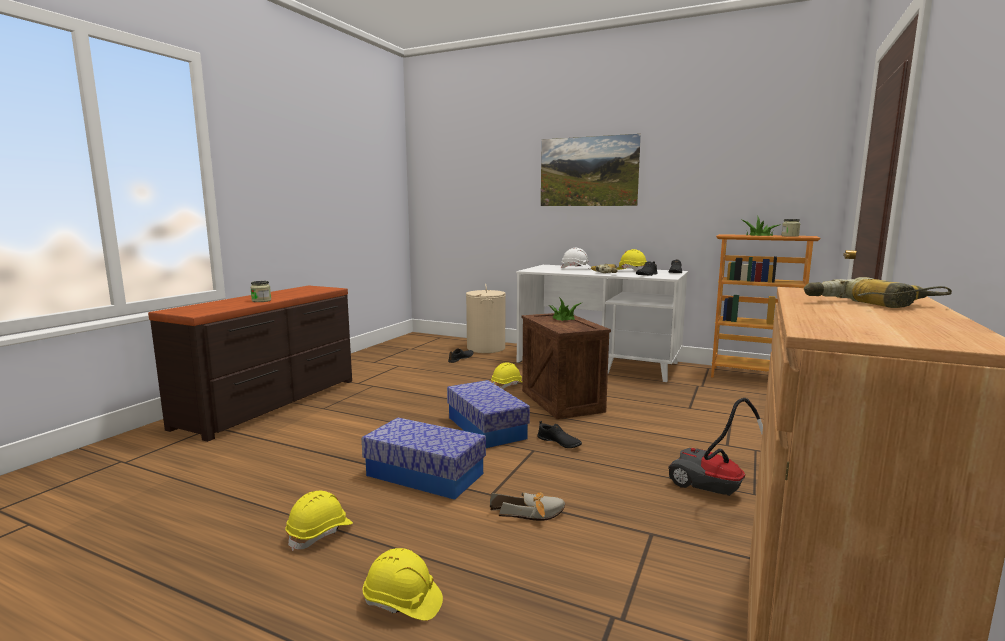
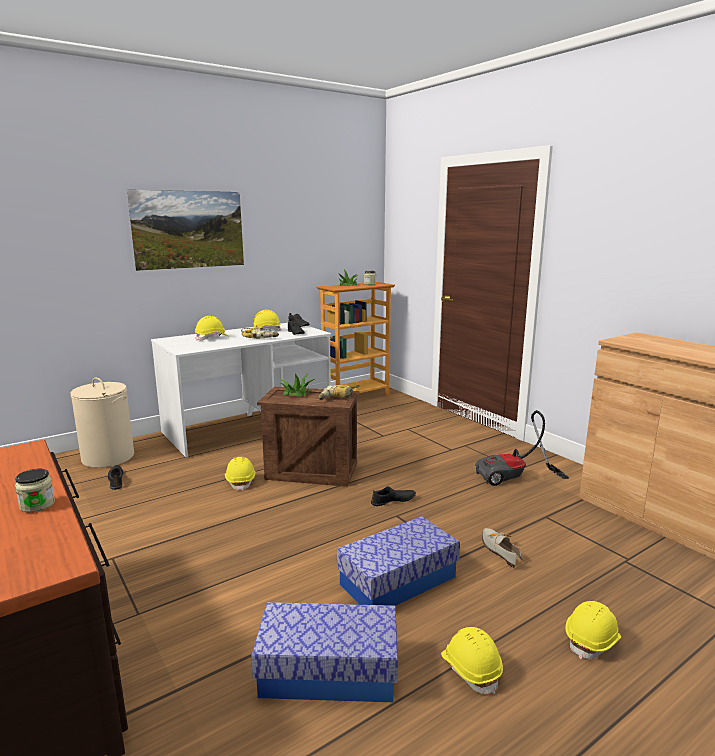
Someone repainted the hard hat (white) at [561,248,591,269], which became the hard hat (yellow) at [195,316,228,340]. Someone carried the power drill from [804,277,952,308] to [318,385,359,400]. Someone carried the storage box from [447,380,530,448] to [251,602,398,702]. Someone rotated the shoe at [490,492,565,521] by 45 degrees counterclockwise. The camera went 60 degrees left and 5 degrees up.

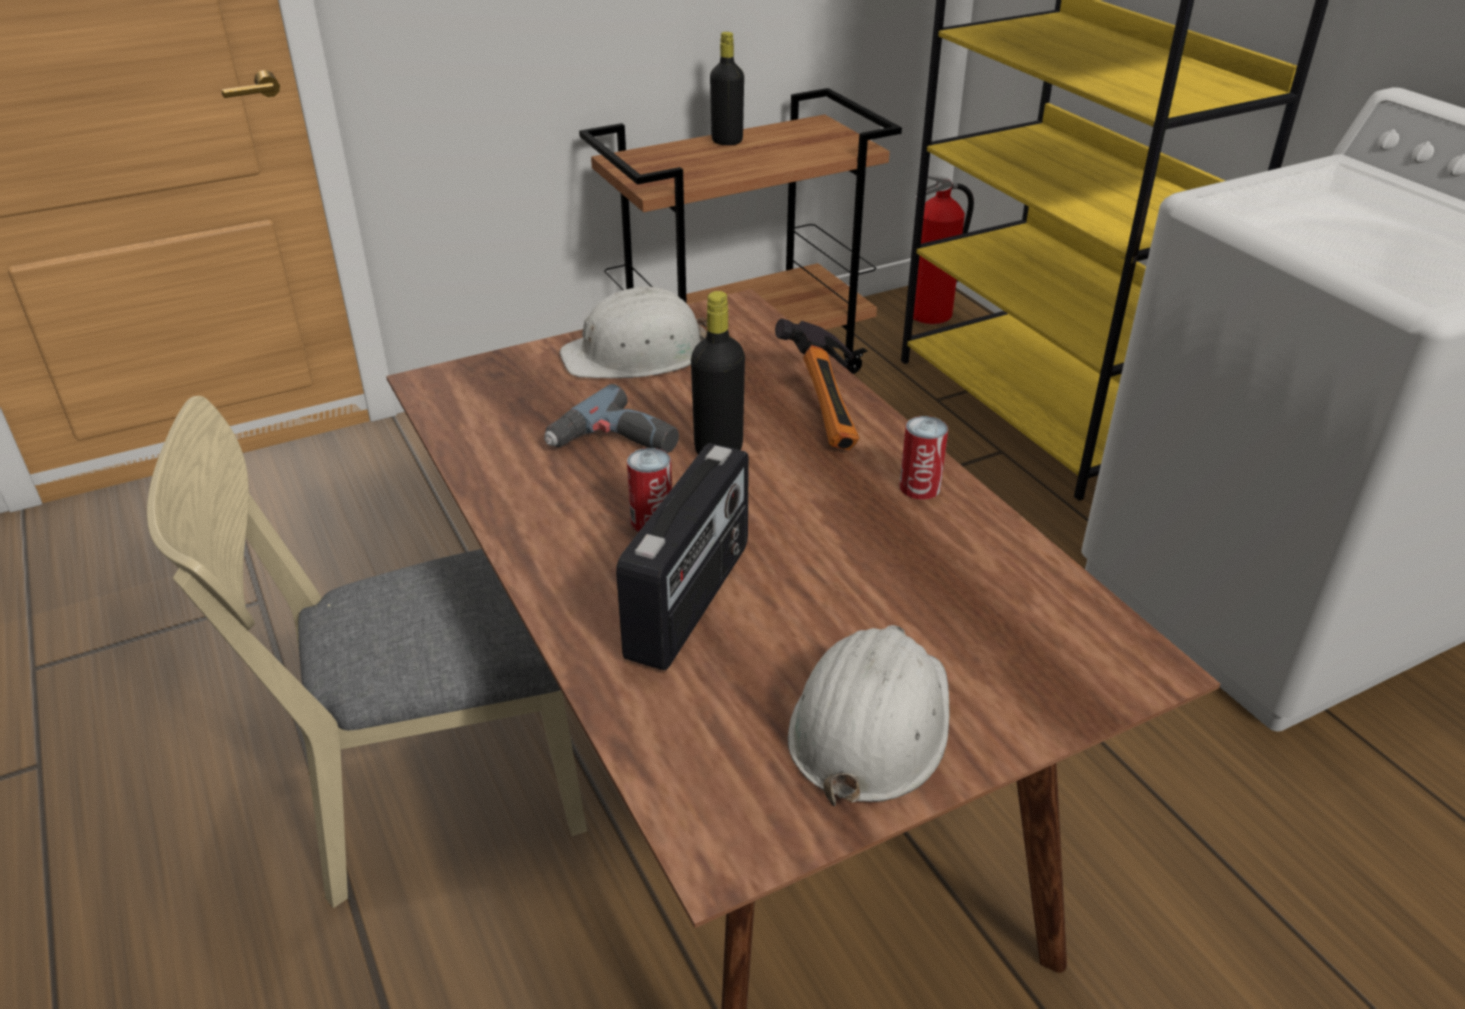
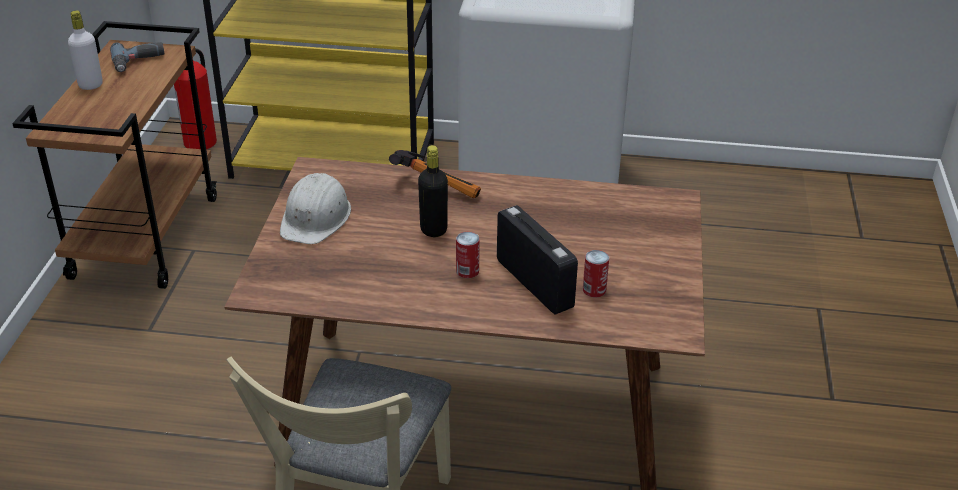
Someone repainted the bottle (black) at [710,32,744,145], which became the bottle (white) at [68,11,103,90]. Someone carried the power drill from [544,384,679,453] to [110,42,165,72]. Someone carried the can from [899,416,948,500] to [583,250,609,297]. Someone took away the hard hat (white) at [788,625,950,807]. The camera went 55 degrees left and 0 degrees up.

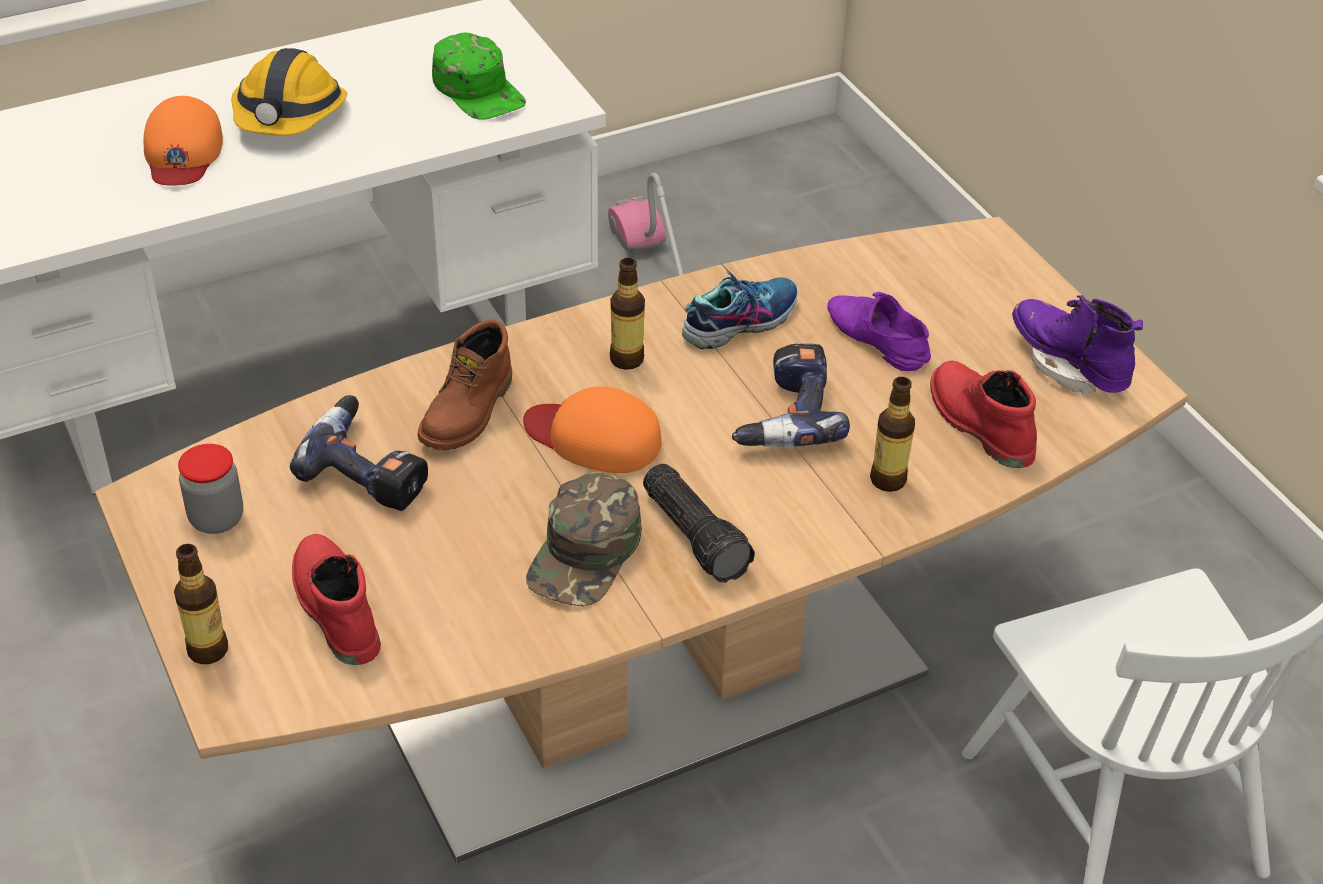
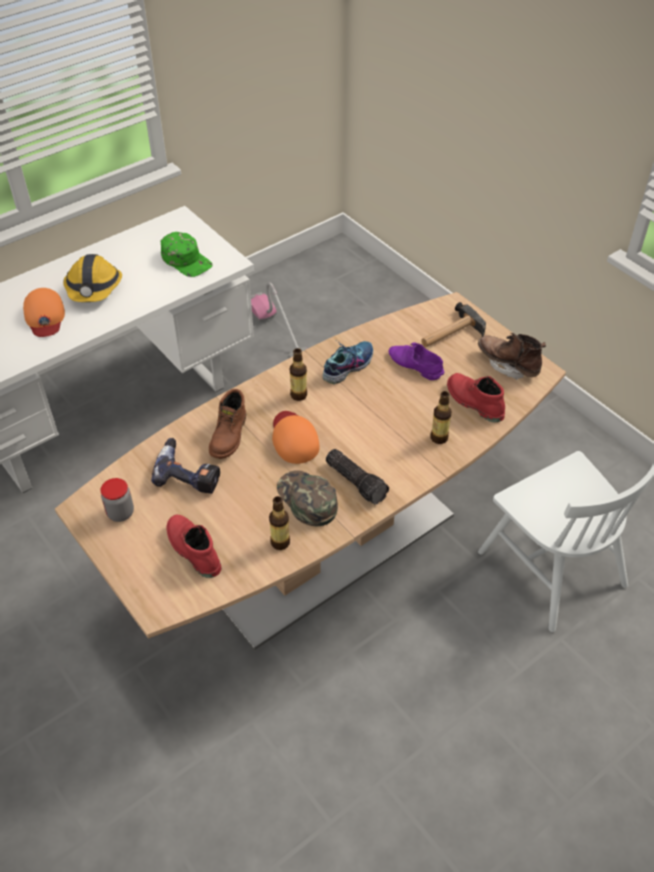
Someone repainted the boot (purple) at [1012,295,1143,395], which became the boot (brown) at [478,333,546,380]. Someone took away the power drill at [732,344,850,448]. Someone rotated the cap (orange) at [523,386,662,473] by 60 degrees clockwise. Someone rotated the cap (green) at [526,472,642,606] by 135 degrees clockwise. Someone carried the bottle from [174,544,228,664] to [269,496,290,550]. Someone put down the hammer at [421,302,486,347]. The camera went 10 degrees left and 5 degrees up.

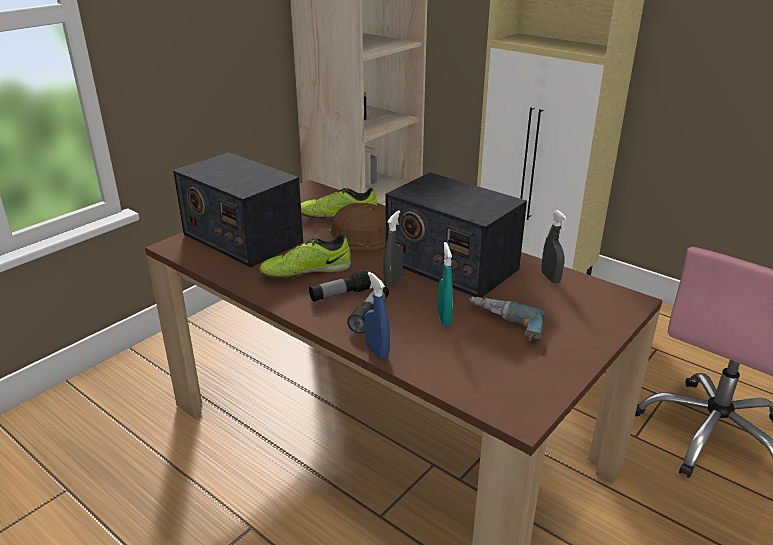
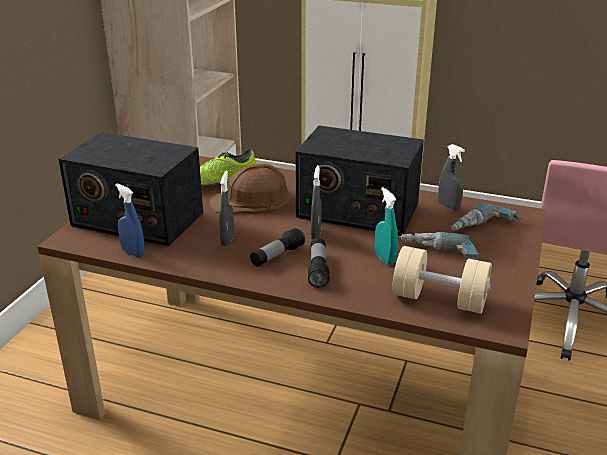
Someone swapped the shoe at [259,234,351,279] for the spray bottle (grey) at [219,171,234,246]. Someone carried the spray bottle (blue) from [364,272,390,360] to [115,183,145,258]. Someone put down the power drill at [451,202,521,231]. Someone put down the dumbbell (beige) at [392,246,492,314]. The camera went 20 degrees left and 0 degrees up.

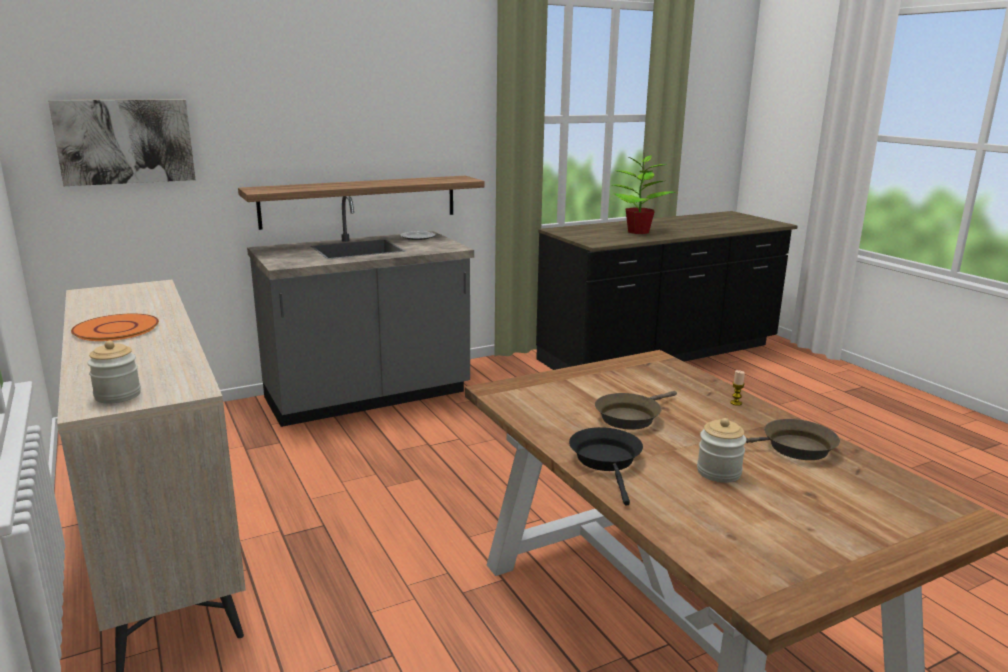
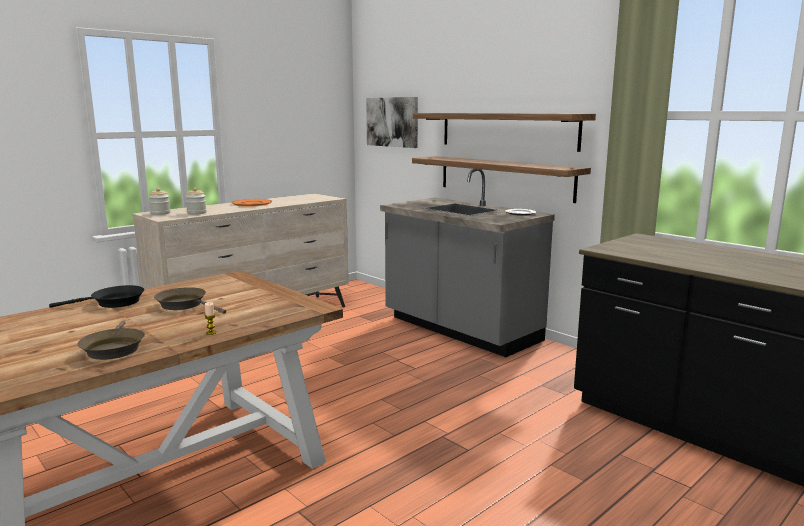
Someone took away the potted plant at [613,155,675,234]. Someone carried the jar from [697,418,746,483] to [186,188,207,215]. Someone put up the shelf at [413,113,596,152]. The camera went 75 degrees right and 5 degrees down.

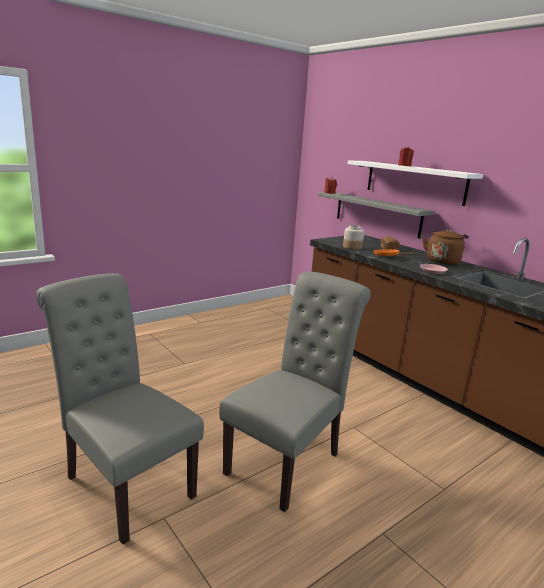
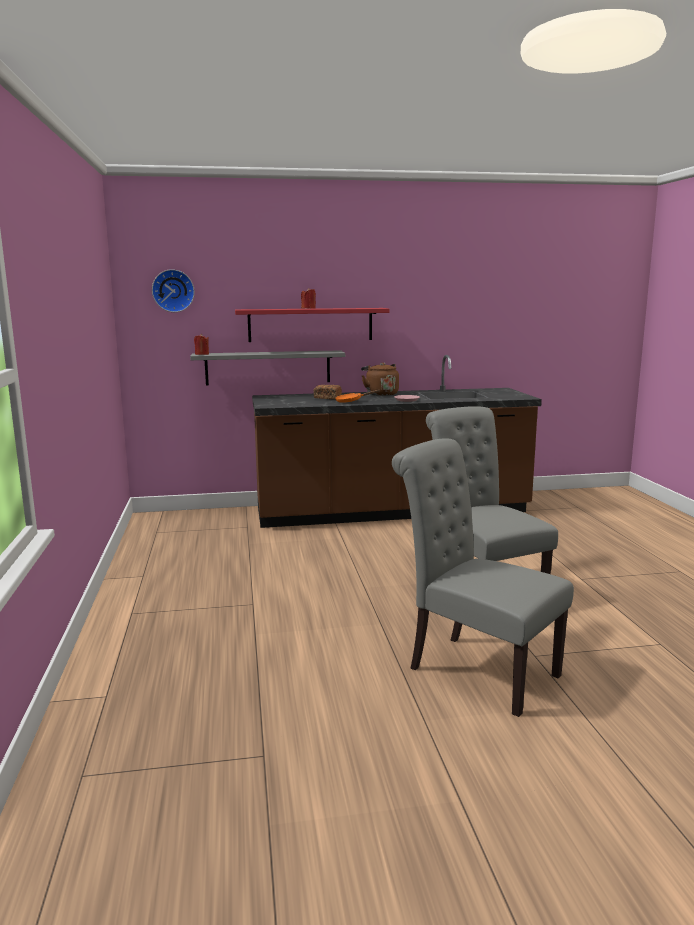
Someone repainted the shelf (white) at [348,160,483,206], which became the shelf (red) at [235,308,389,342]. Someone took away the jar at [343,225,365,250]. Someone rotated the chair (grey) at [36,273,204,544] by 60 degrees clockwise. Someone put up the wall clock at [152,269,195,312]. The camera went 60 degrees left and 5 degrees down.

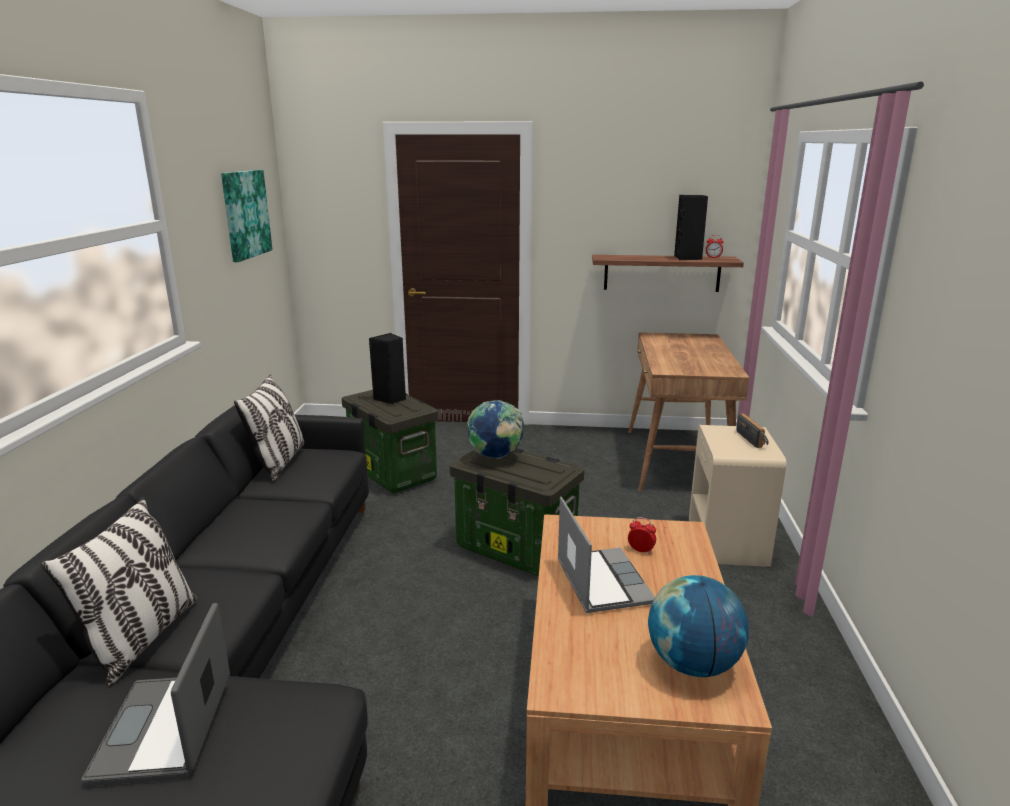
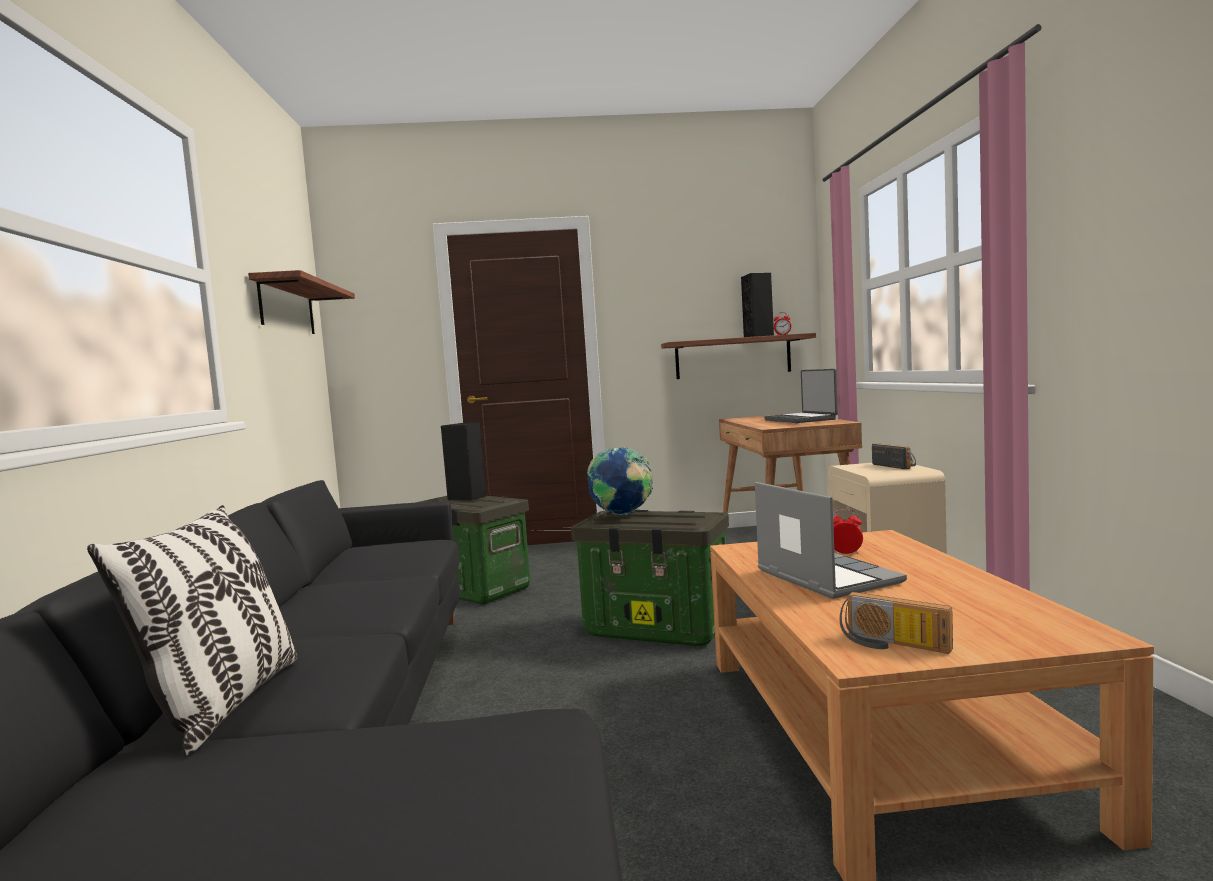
Someone swapped the picture at [221,170,273,262] for the shelf at [248,270,355,334]. Someone took away the pillow at [234,374,304,482]. Someone took away the globe at [648,575,749,677]. Someone carried the laptop from [82,603,230,786] to [764,369,838,423]. Someone put down the radio at [840,592,953,654]. The camera went 10 degrees left and 15 degrees down.

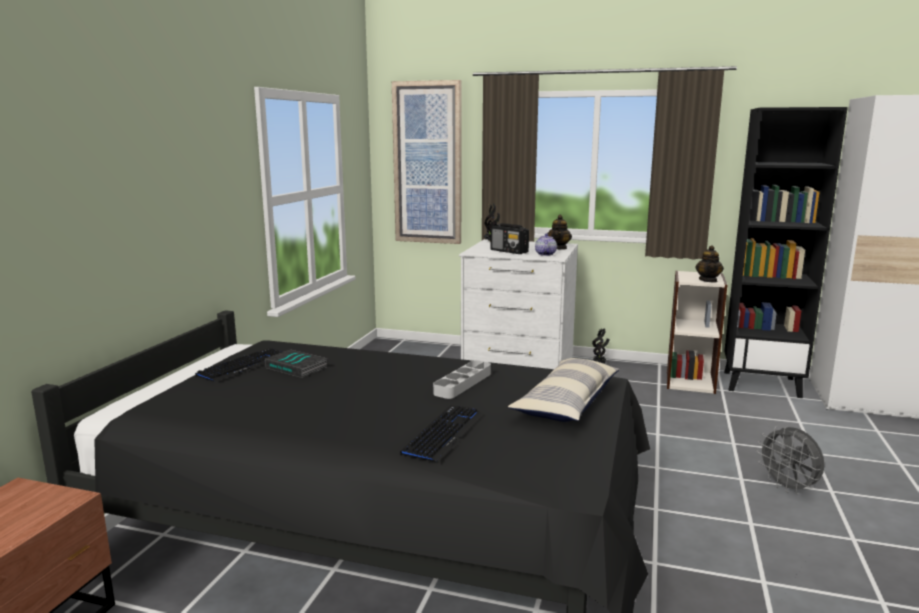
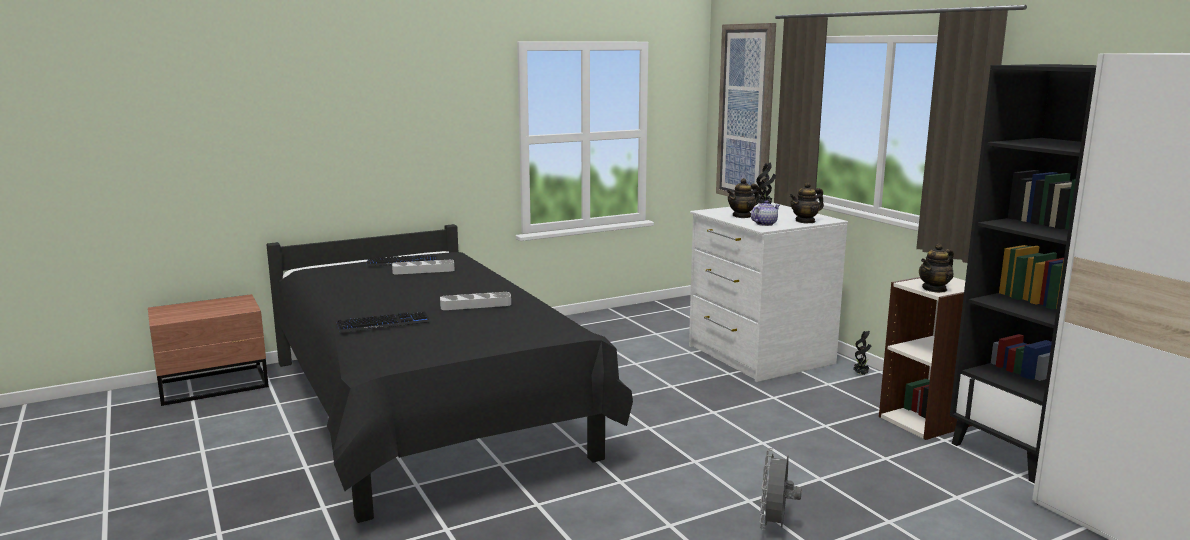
Someone swapped the radio at [490,223,529,254] for the teapot at [727,178,759,218]. Someone swapped the book at [265,349,328,378] for the tray (grey) at [392,260,455,274]. Someone took away the pillow at [508,358,619,422]. The camera went 45 degrees right and 0 degrees up.

